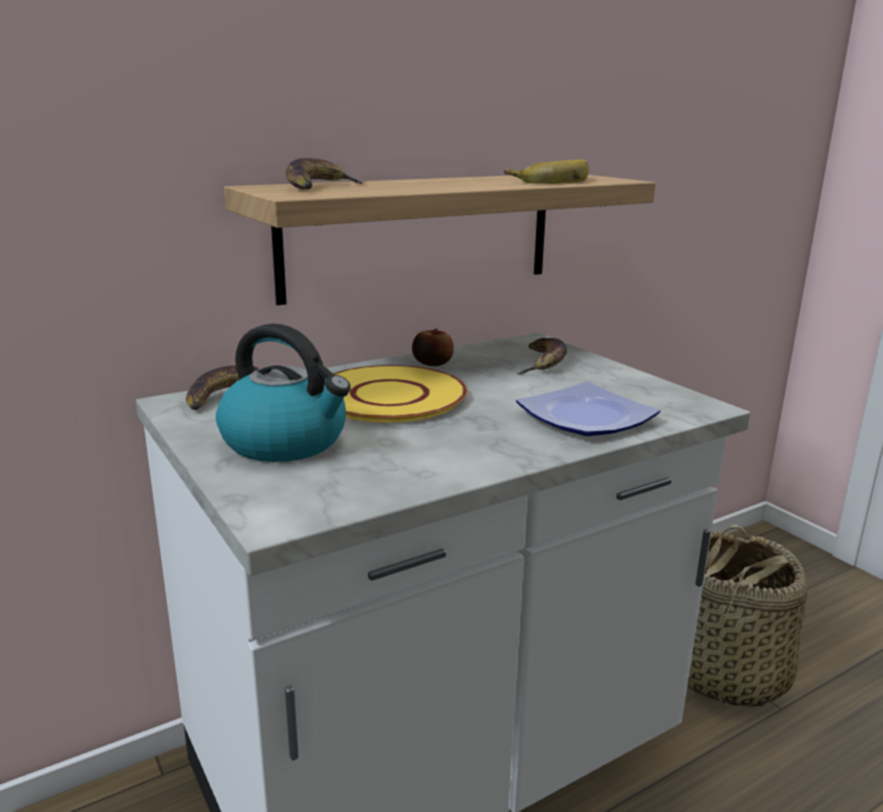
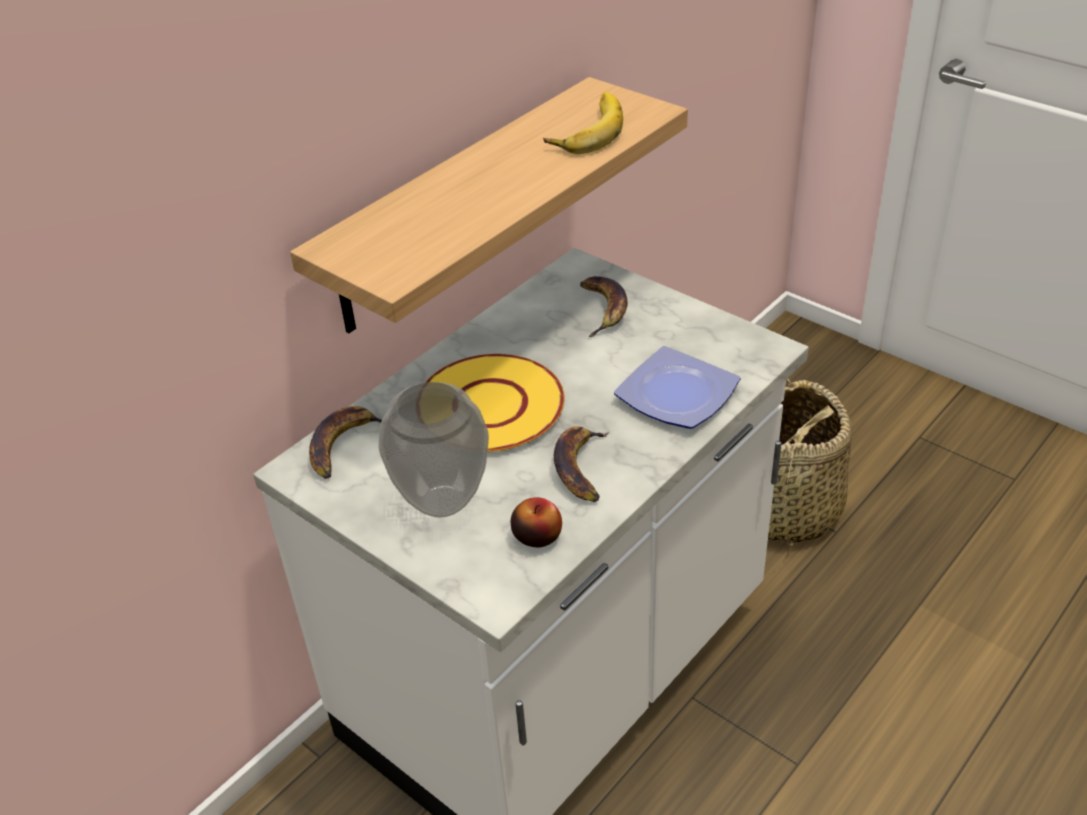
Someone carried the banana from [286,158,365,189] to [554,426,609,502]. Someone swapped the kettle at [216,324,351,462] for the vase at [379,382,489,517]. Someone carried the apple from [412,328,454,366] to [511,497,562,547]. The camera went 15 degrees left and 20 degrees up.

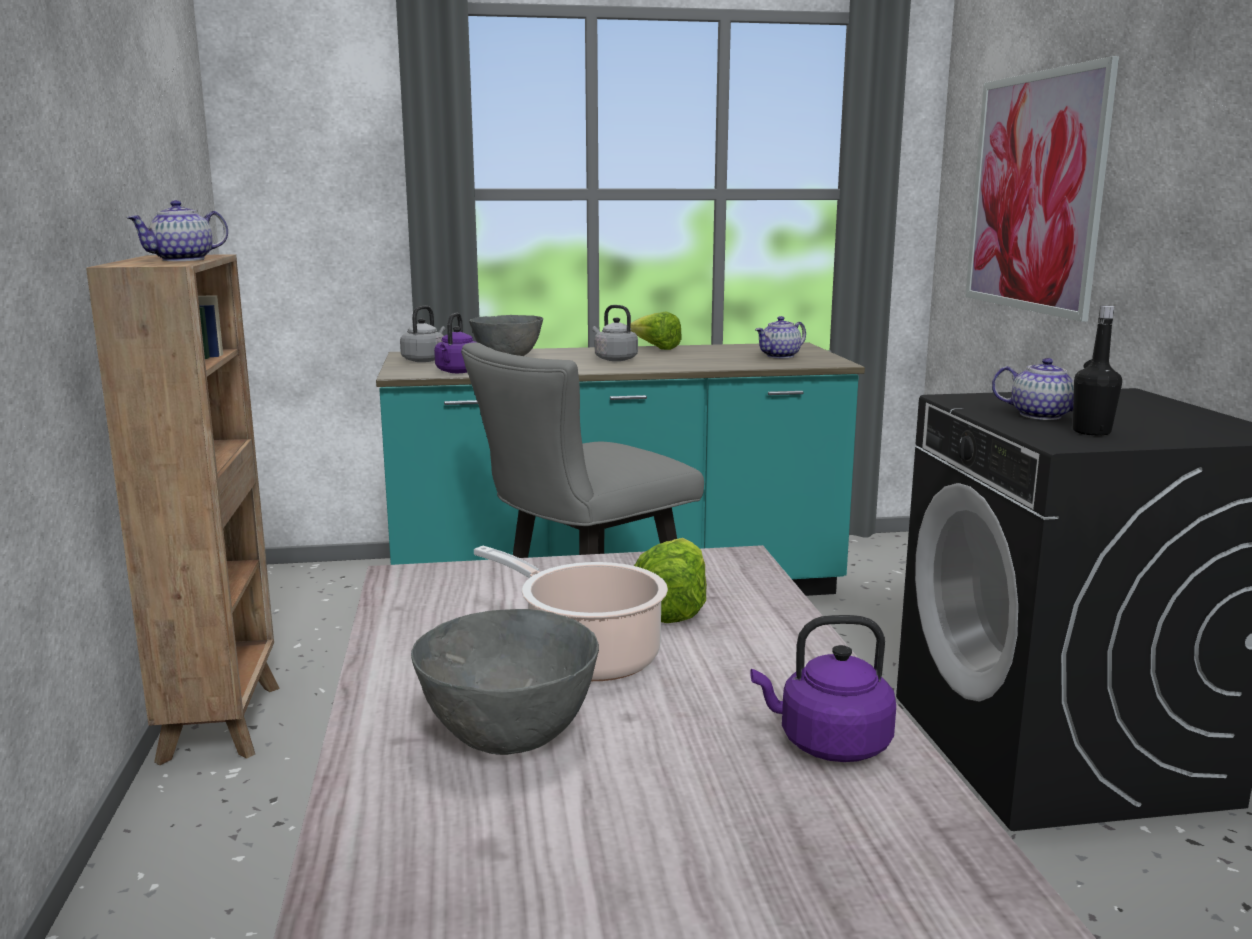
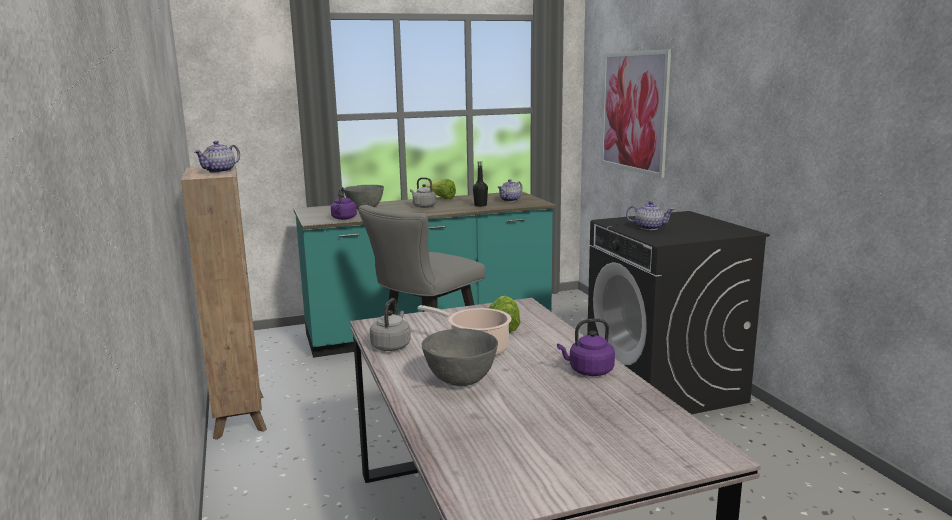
Someone carried the kettle (grey) from [400,306,446,362] to [370,298,411,351]. Someone carried the bottle (black) from [1073,306,1122,436] to [473,161,488,207]. The camera went 10 degrees left and 0 degrees up.

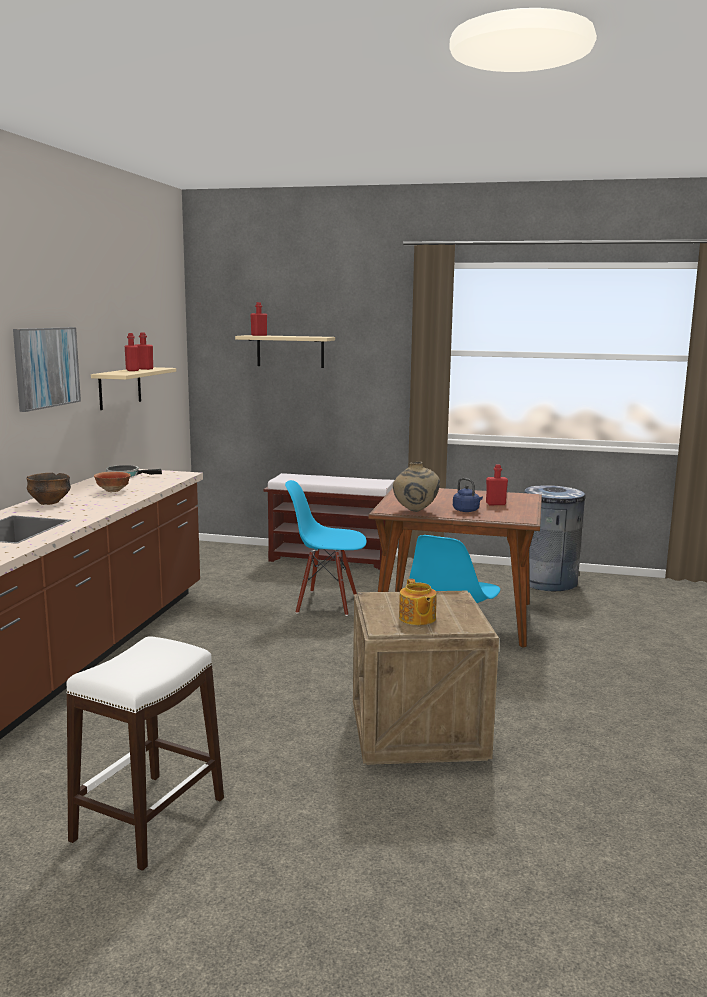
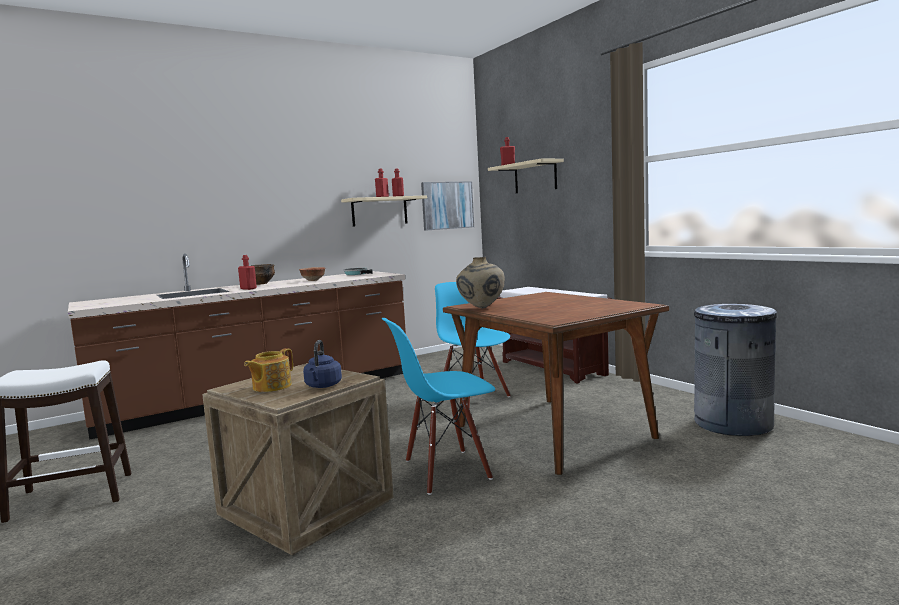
Someone carried the picture from [13,327,81,412] to [421,181,474,231]. Someone carried the bottle (red) from [486,464,508,505] to [238,255,257,290]. Someone carried the kettle (blue) from [453,478,483,512] to [303,340,342,388]. The camera went 45 degrees right and 5 degrees down.

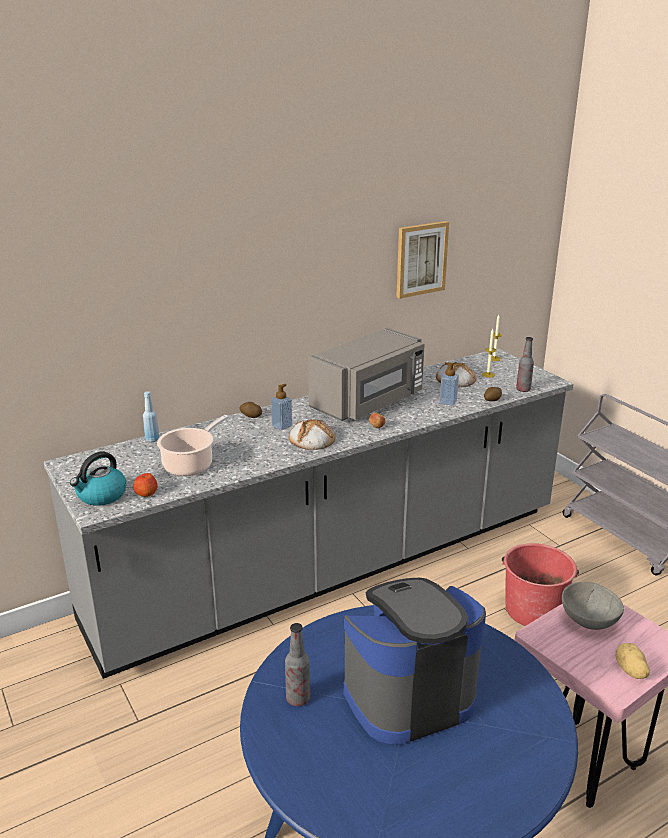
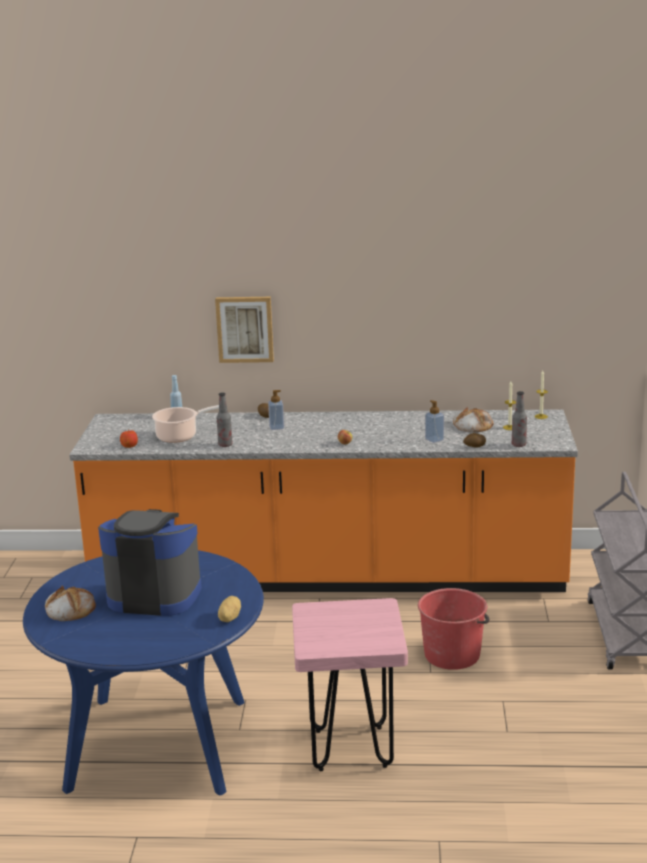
Someone carried the picture from [396,221,449,299] to [215,297,274,363]. Someone took away the microwave (grey) at [308,328,425,421]. Someone repainted the counter (grey) at [44,348,573,679], which became the counter (orange) at [69,409,578,592]. Someone carried the bread from [289,419,335,450] to [45,585,96,621]. Someone took away the kettle at [70,451,126,506]. Someone took away the bowl (grey) at [562,582,624,630]. Someone carried the bottle from [285,623,310,706] to [217,392,233,447]. Someone carried the potato from [616,643,650,679] to [218,596,241,622]. The camera went 35 degrees right and 5 degrees down.

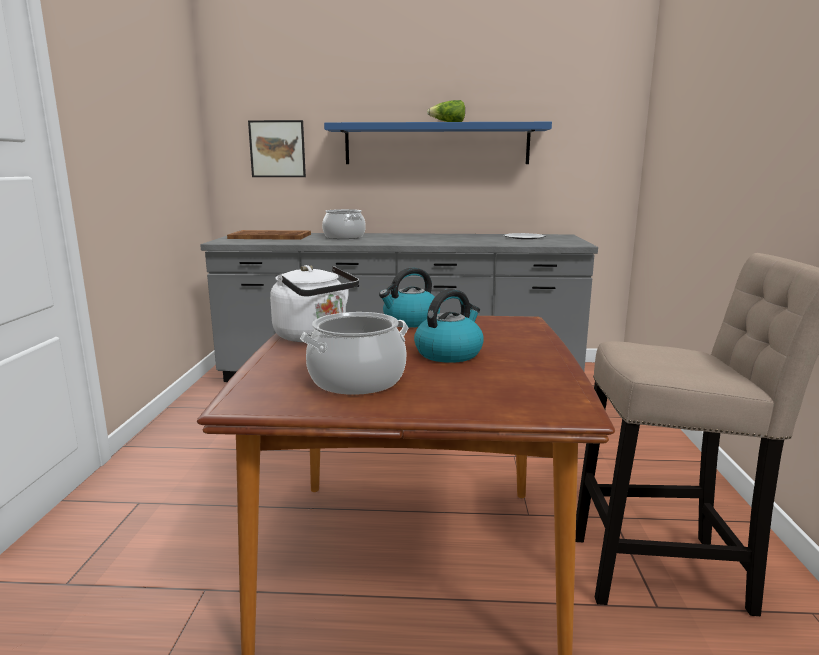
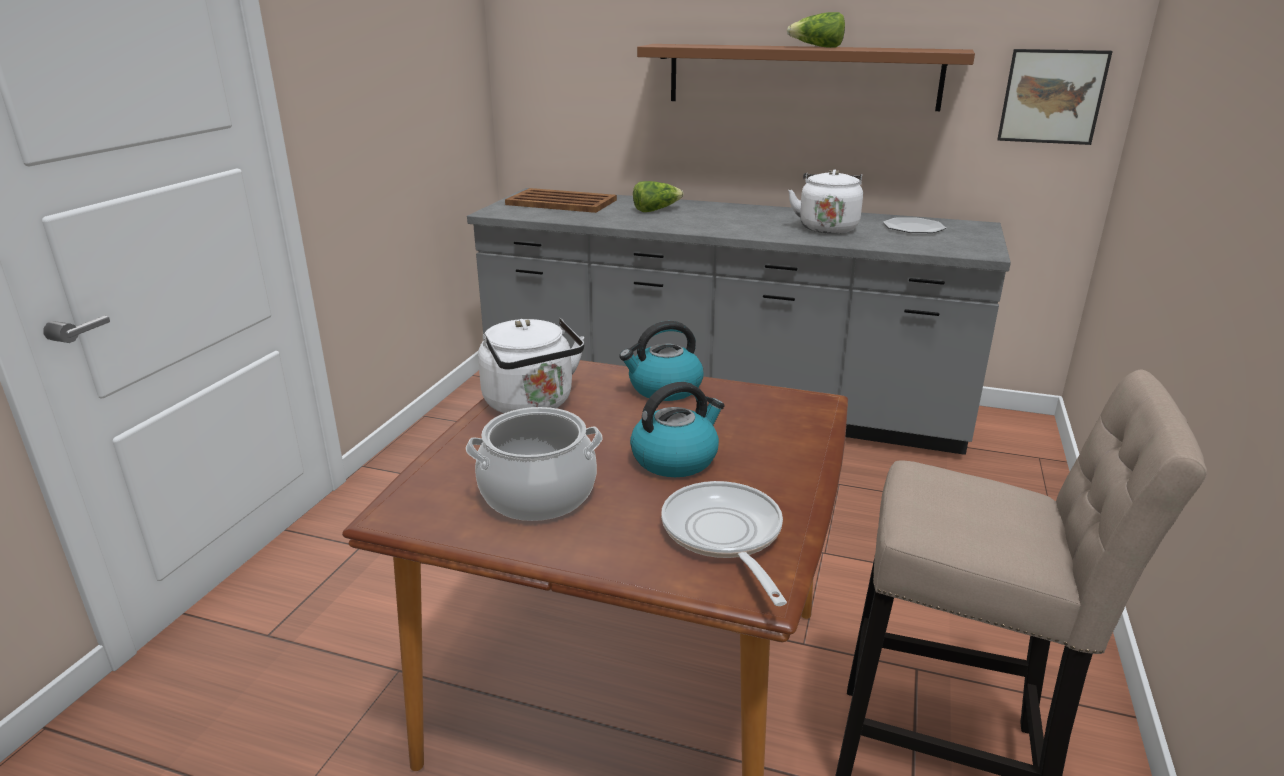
Someone carried the picture from [248,120,306,177] to [997,49,1113,145]. Someone repainted the shelf (blue) at [324,122,552,164], which became the shelf (brown) at [637,44,975,111]. Someone swapped the cooking pot at [322,209,366,239] for the lettuce at [633,181,684,212]. Someone put down the kettle (white) at [788,170,863,234]. Someone put down the frying pan at [661,481,787,606]. The camera went 15 degrees right and 10 degrees up.

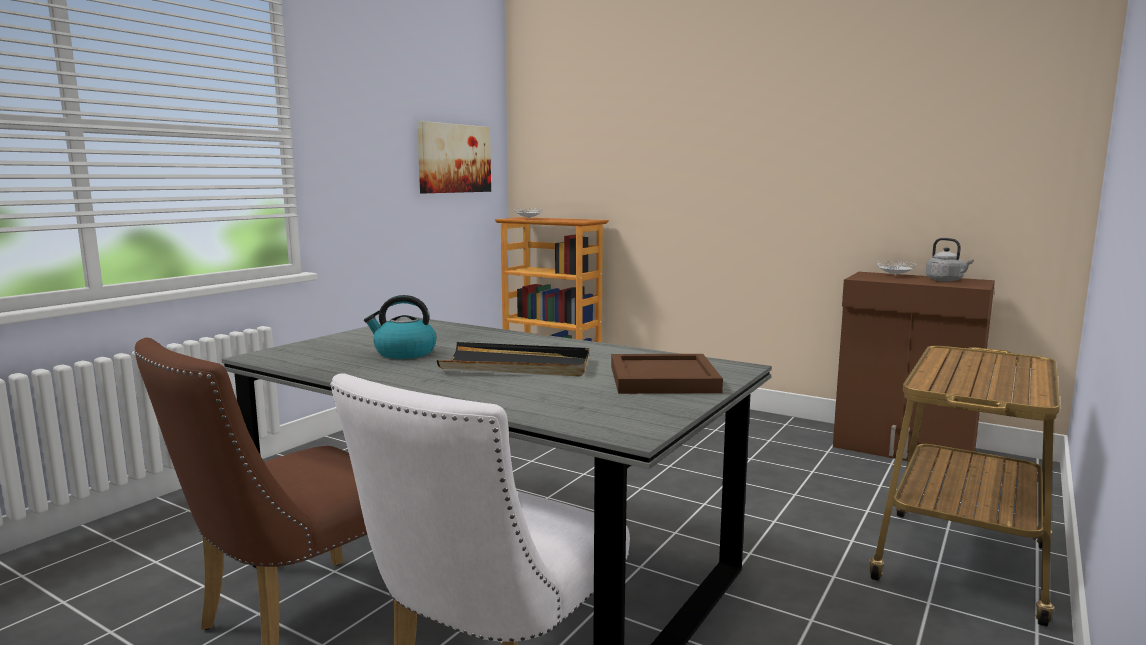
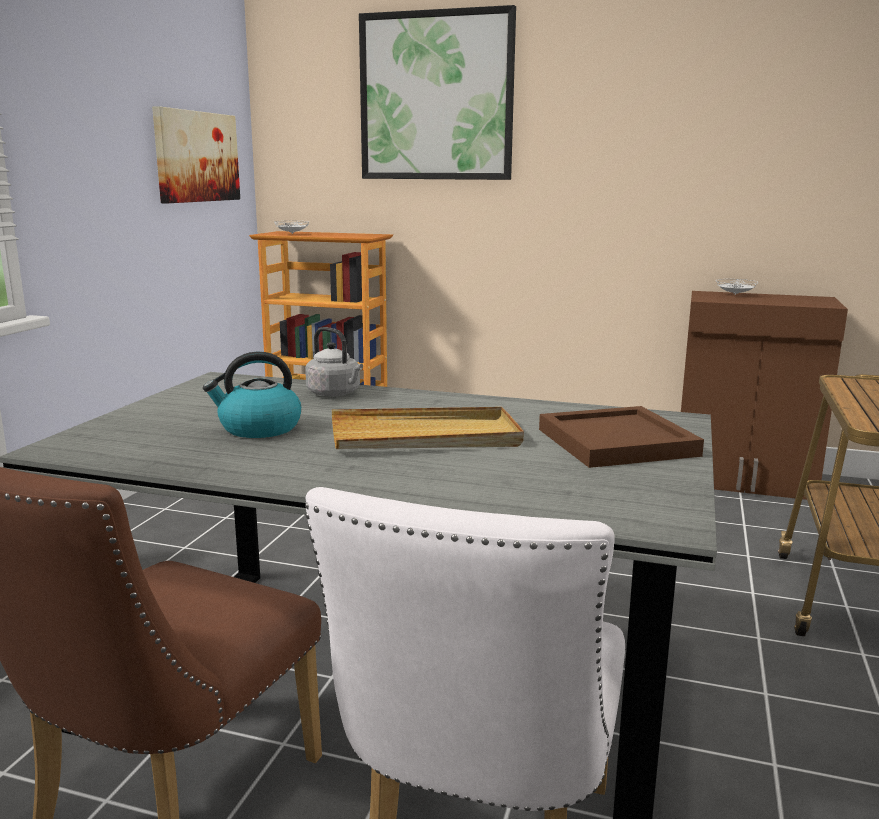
Someone carried the kettle (grey) from [926,238,973,282] to [305,327,363,397]. Someone repainted the tray (black) at [437,342,589,377], which became the tray (beige) at [332,407,524,449]. Someone put up the picture at [359,5,516,180]. The camera went 15 degrees left and 5 degrees up.

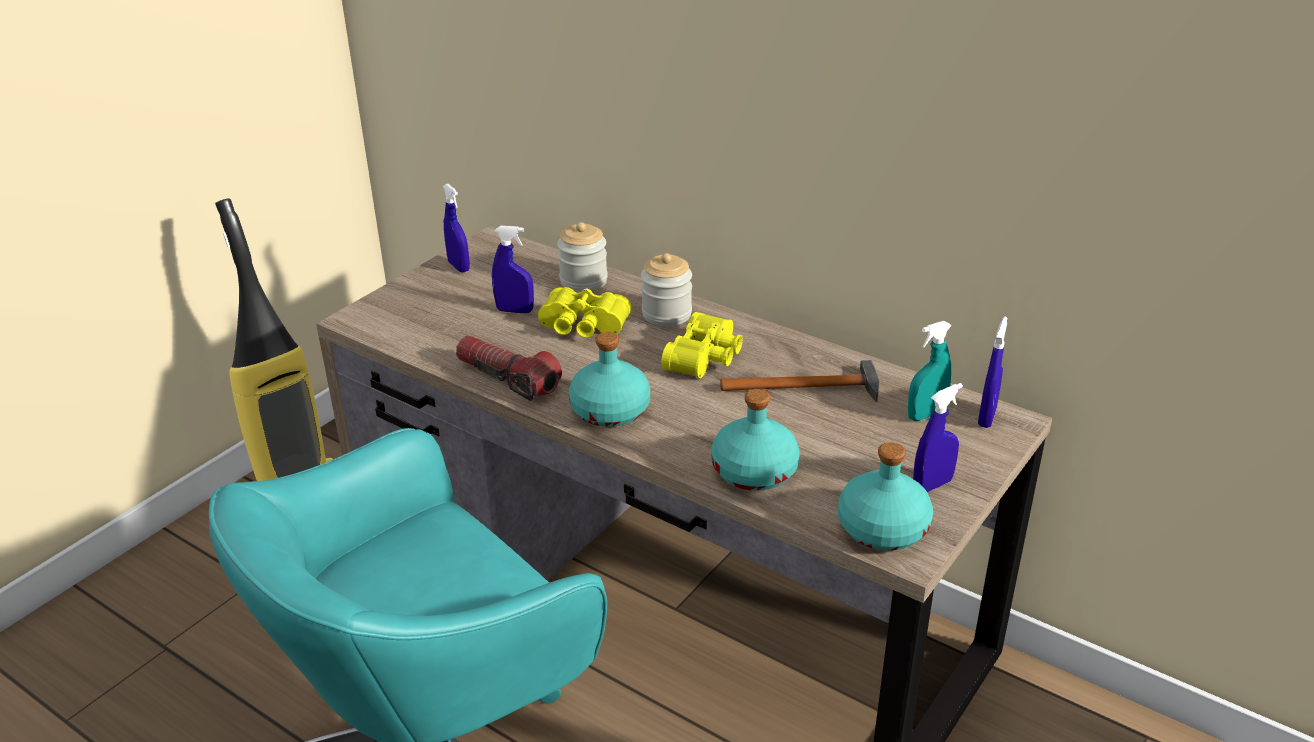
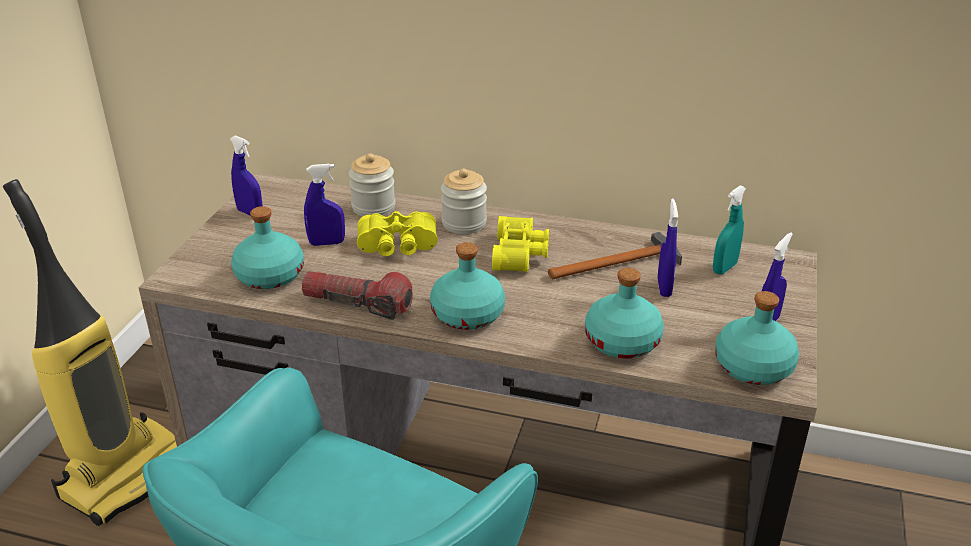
Someone carried the spray bottle (blue) from [978,317,1008,428] to [658,199,678,297]. Someone put down the bottle (turquoise) at [231,206,304,289]. The camera went 20 degrees left and 0 degrees up.

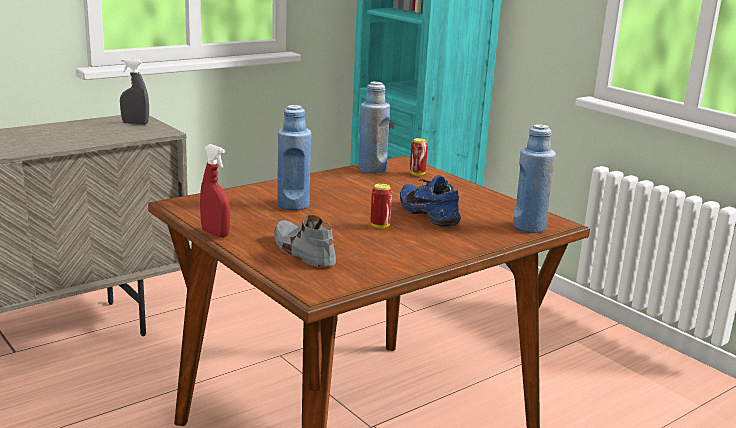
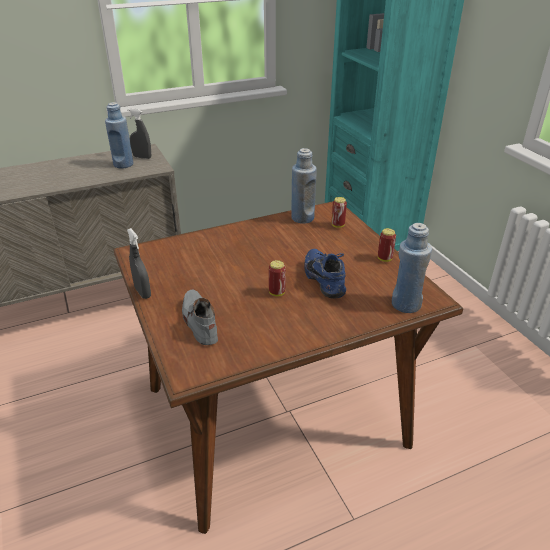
Someone carried the bottle (blue) from [277,105,311,211] to [105,102,133,169]. Someone repainted the spray bottle (red) at [200,144,230,238], which became the spray bottle (grey) at [127,228,151,299]. Someone put down the can at [378,228,396,262]. The camera went 15 degrees right and 15 degrees up.

